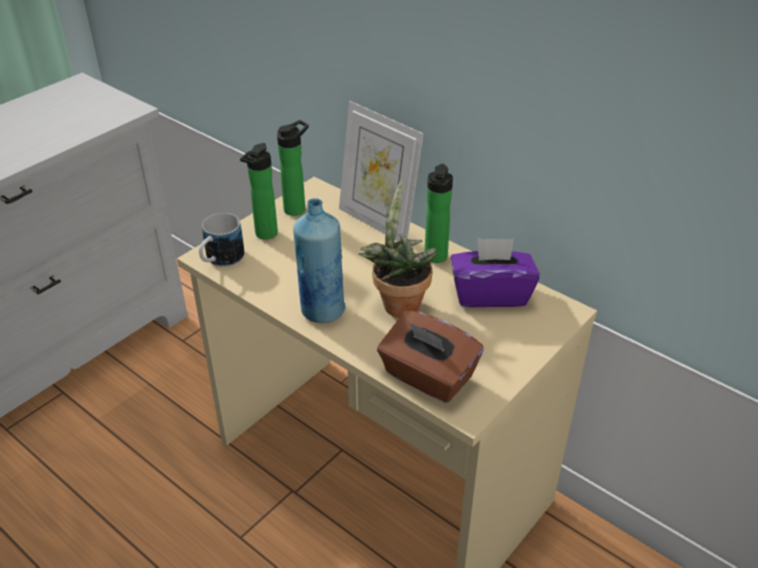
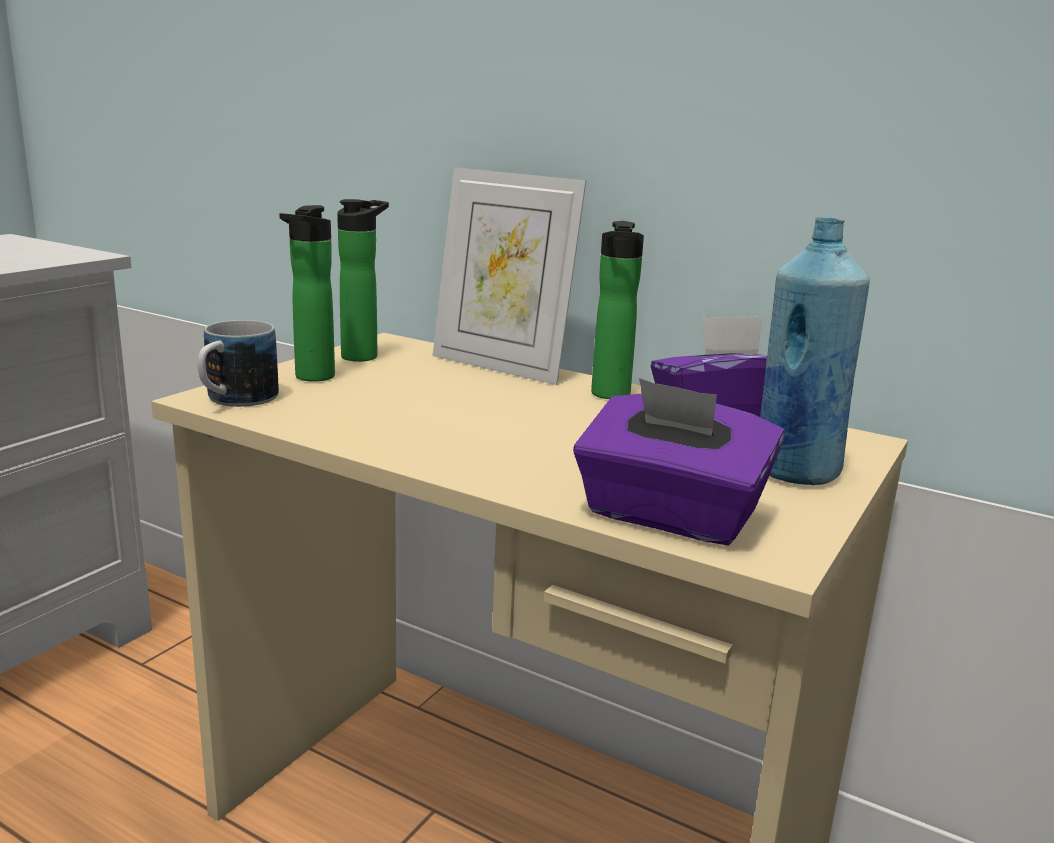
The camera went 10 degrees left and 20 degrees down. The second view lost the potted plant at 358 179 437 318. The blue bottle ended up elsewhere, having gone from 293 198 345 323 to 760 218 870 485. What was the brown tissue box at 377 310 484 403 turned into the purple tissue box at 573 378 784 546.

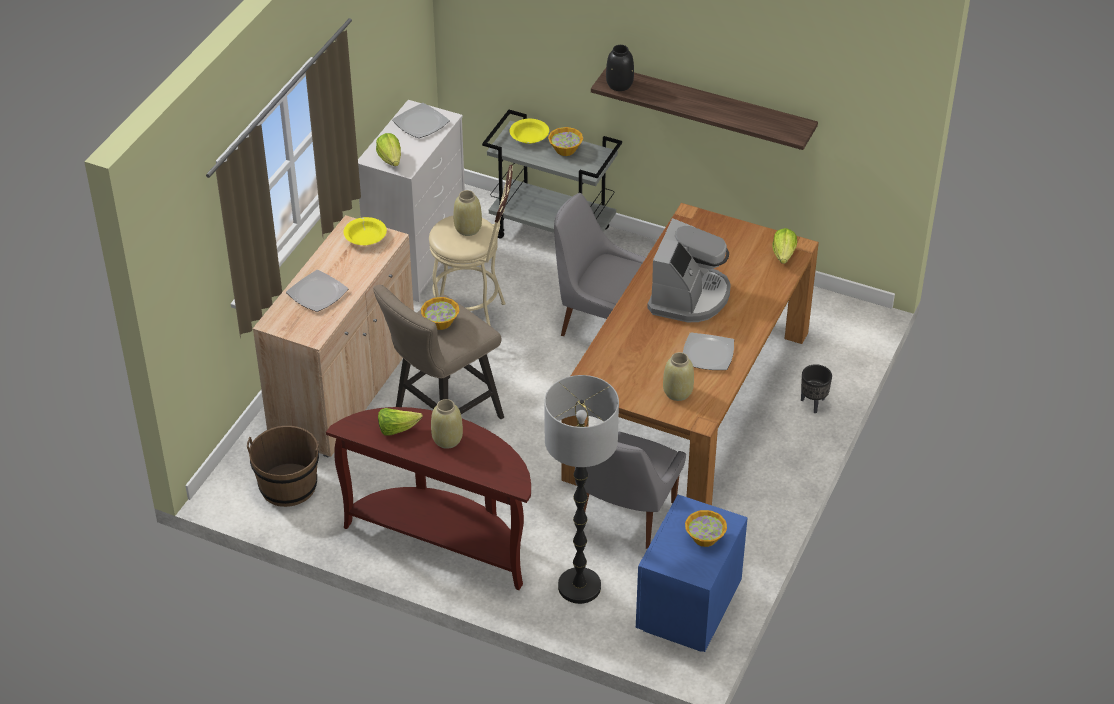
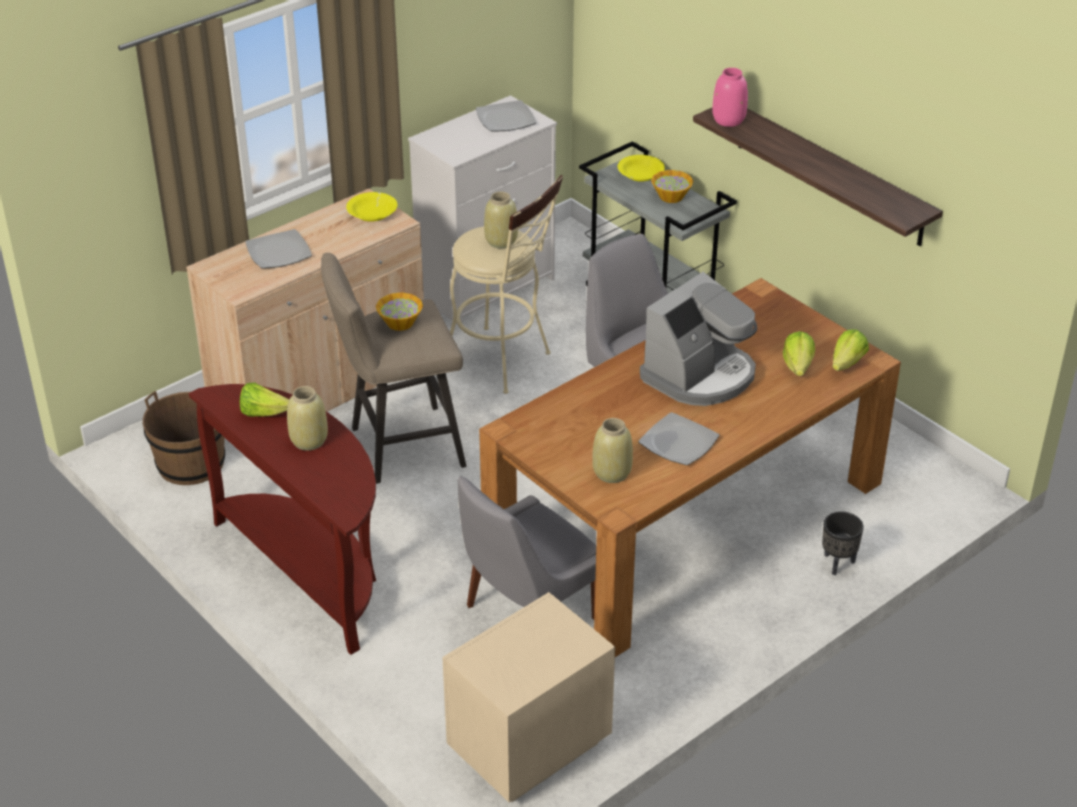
The camera went 25 degrees right and 5 degrees down. The second view lost the floor lamp at 544 375 619 604. The second view lost the bowl at 685 510 727 547. The lettuce ended up elsewhere, having gone from 376 133 401 166 to 783 331 815 376. What was the black vase at 606 45 634 91 turned into the pink vase at 712 68 748 127. What was the blue nightstand at 636 495 747 652 turned into the beige nightstand at 442 592 615 803.

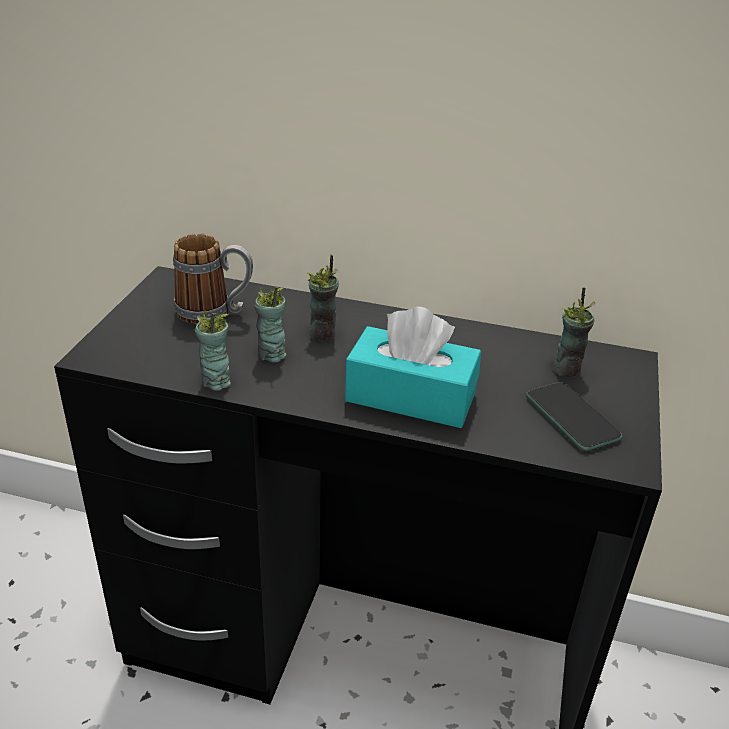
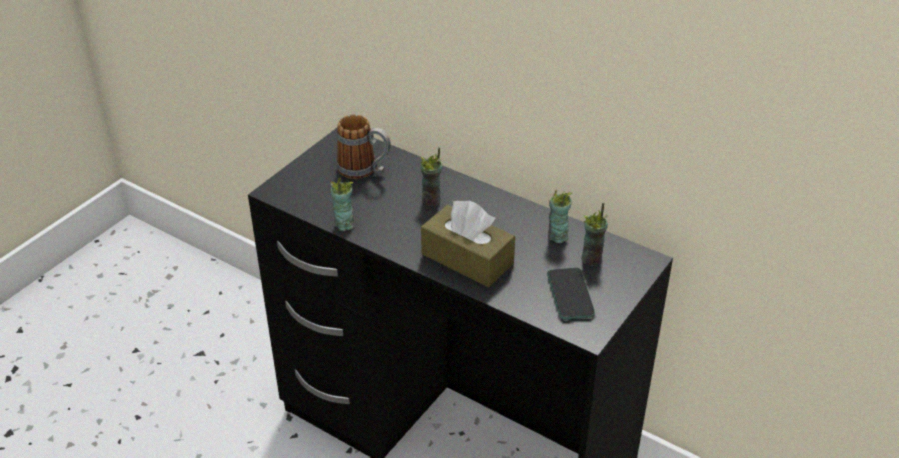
The camera went 20 degrees right and 5 degrees up. The cup ended up elsewhere, having gone from 254 287 287 362 to 548 190 572 243. What was the turquoise tissue box at 345 307 481 428 turned into the brown tissue box at 421 200 515 287.

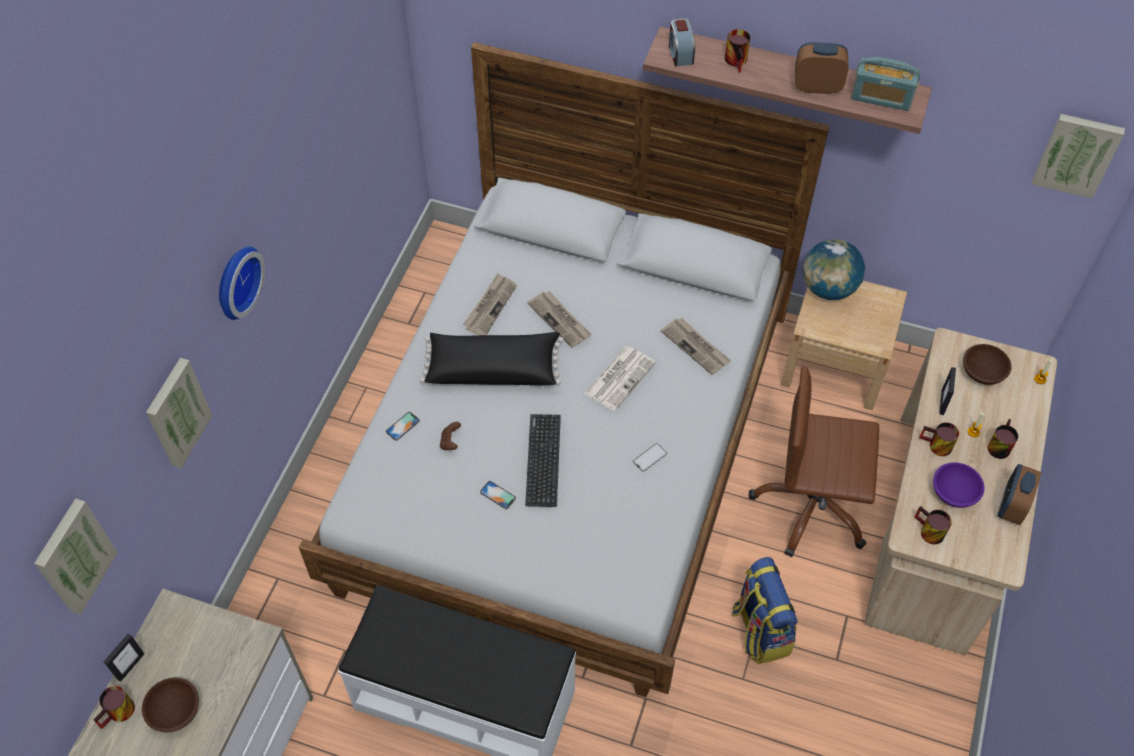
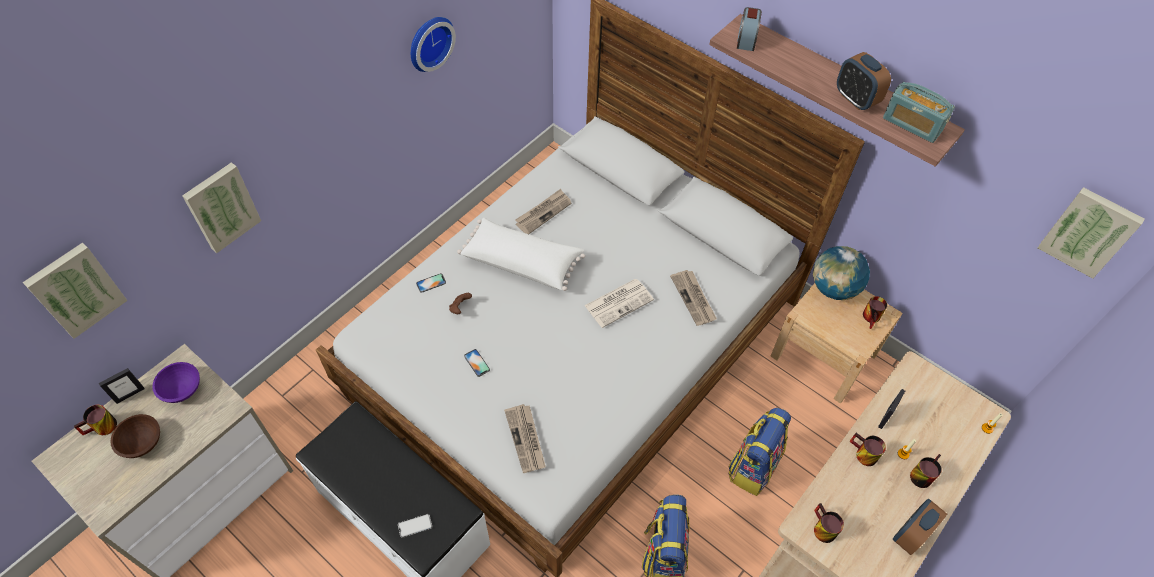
The camera went 20 degrees right and 0 degrees up. The second view lost the keyboard at 525 414 561 507. The second view lost the brown bowl at 963 344 1012 385. The wall clock ended up elsewhere, having gone from 219 246 265 320 to 411 17 456 72. The newspaper ended up elsewhere, having gone from 527 291 592 348 to 504 404 546 473. The phone ended up elsewhere, having gone from 633 443 667 472 to 398 514 432 538. The mug ended up elsewhere, having gone from 725 29 750 72 to 863 296 887 329. The purple bowl ended up elsewhere, having gone from 933 462 984 508 to 152 362 200 403. Where the brown office chair stood at 748 366 879 557, the backpack came to stand at 729 408 791 496. What was the black pillow at 420 332 564 385 turned into the white pillow at 457 217 585 291. The alarm clock at 795 42 849 94 ended up facing another way, 150 degrees counterclockwise from before.

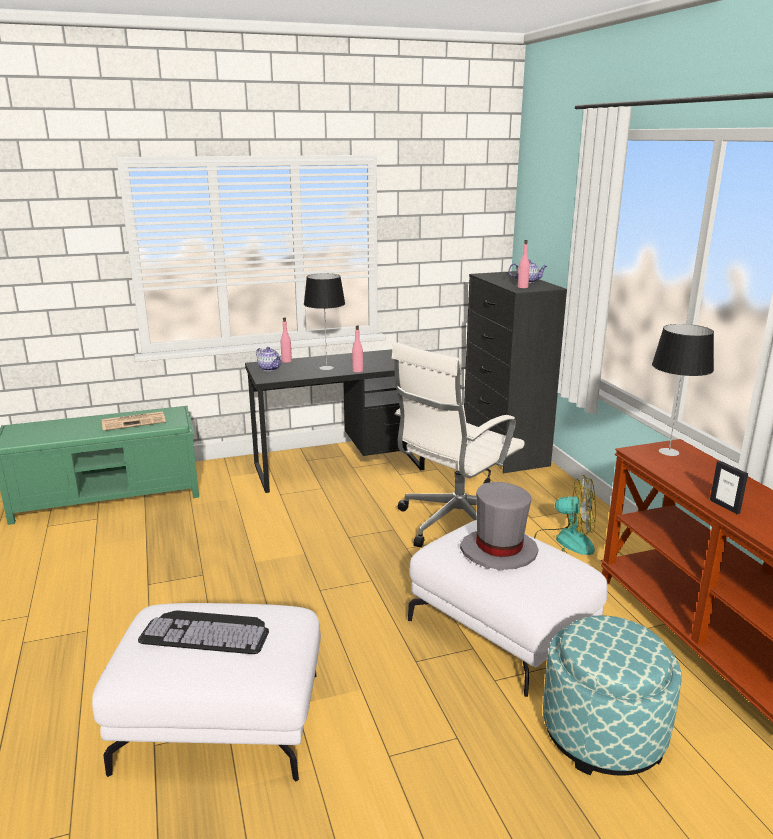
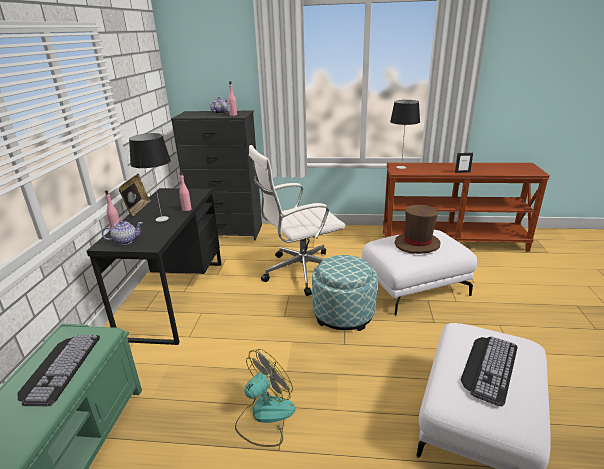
The camera went 65 degrees left and 5 degrees up. The second view gained the picture frame at 119 174 151 216. The fan ended up elsewhere, having gone from 534 475 596 555 to 235 349 295 447. The ottoman ended up elsewhere, having gone from 543 615 682 776 to 312 255 377 331. Where the newspaper stood at 102 411 166 431, the keyboard came to stand at 18 335 100 406. What was the grey hat at 460 482 538 570 turned into the brown hat at 395 205 440 254. The white office chair at 392 342 525 547 ended up facing another way, 90 degrees clockwise from before.

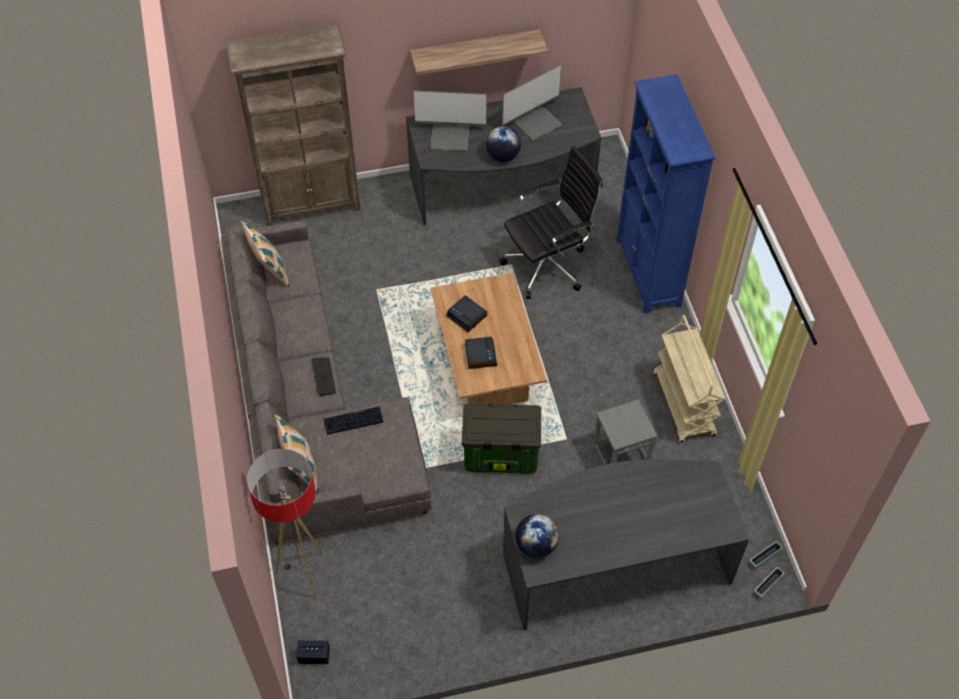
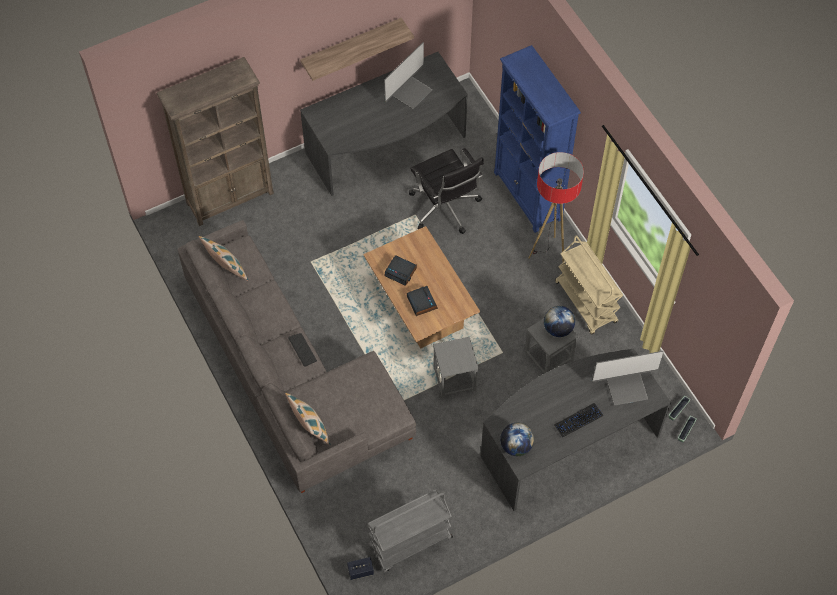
The camera went 15 degrees left and 5 degrees up. The second view gained the grey cart at 368 490 453 573. The floor lamp ended up elsewhere, having gone from 247 449 323 599 to 529 152 584 262. The keyboard ended up elsewhere, having gone from 324 407 383 435 to 554 403 603 438. The monitor ended up elsewhere, having gone from 413 90 487 151 to 592 351 664 406. The globe ended up elsewhere, having gone from 486 126 521 162 to 544 306 575 337. Where the storage box stood at 462 404 541 474, the grey stool came to stand at 433 337 479 398. The black office chair at 499 146 602 299 ended up facing another way, 105 degrees clockwise from before.

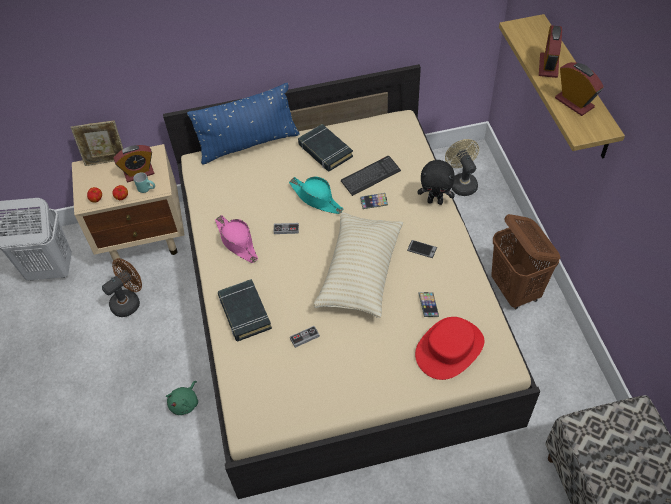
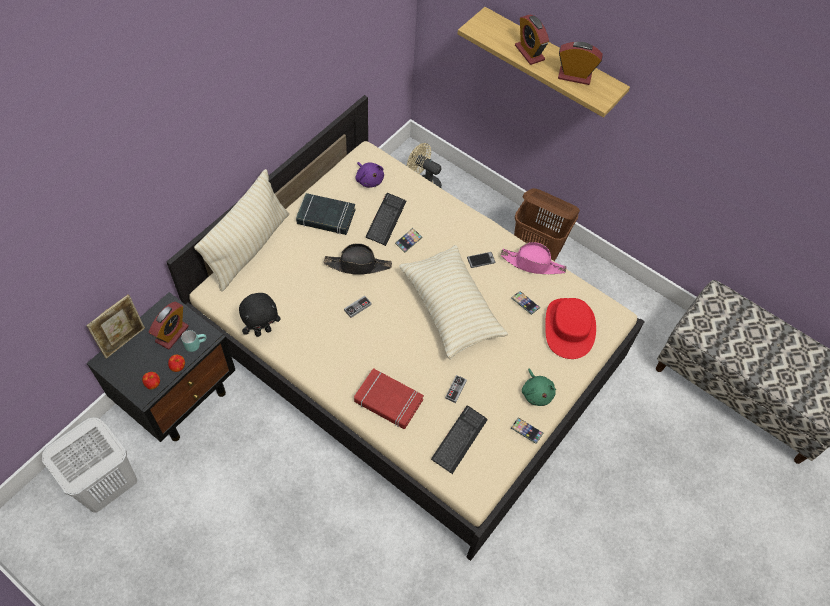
The camera went 45 degrees left and 5 degrees up. The second view lost the brown fan at 102 258 142 317. The second view gained the purple plush toy at 356 162 384 188. The second view gained the keyboard at 431 405 488 474. The second view gained the phone at 511 418 543 444. The green plush toy ended up elsewhere, having gone from 166 381 198 415 to 522 368 556 406. The pink hat ended up elsewhere, having gone from 215 215 258 263 to 501 242 566 274. The black plush toy ended up elsewhere, having gone from 418 160 455 205 to 239 293 281 337. What was the beige nightstand at 72 144 185 267 turned into the black nightstand at 87 292 235 442. What was the blue pillow at 187 83 300 165 turned into the beige pillow at 194 169 289 291. What was the black book at 218 279 272 341 turned into the red book at 354 368 424 429. What was the turquoise hat at 289 176 343 214 turned into the black hat at 324 243 392 275.

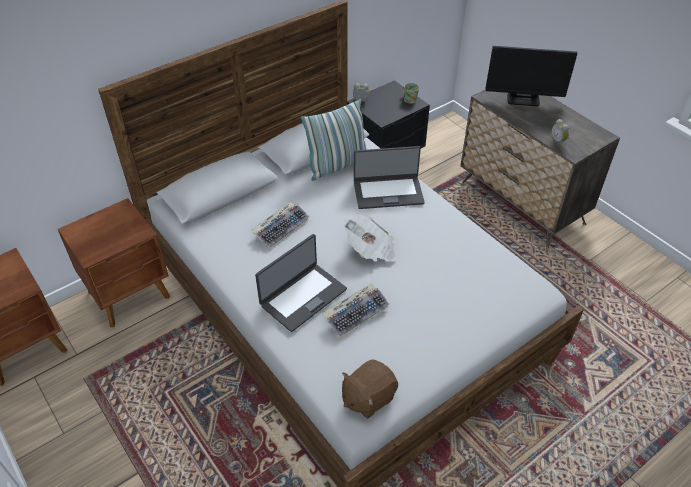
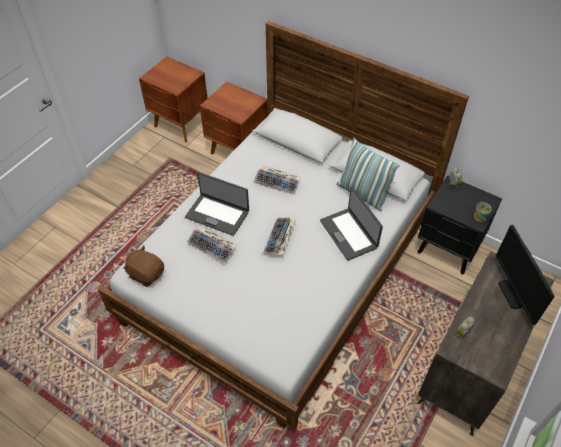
The camera went 70 degrees right and 5 degrees up. Where the newspaper stood at 344 215 396 262, the keyboard came to stand at 263 217 296 255.

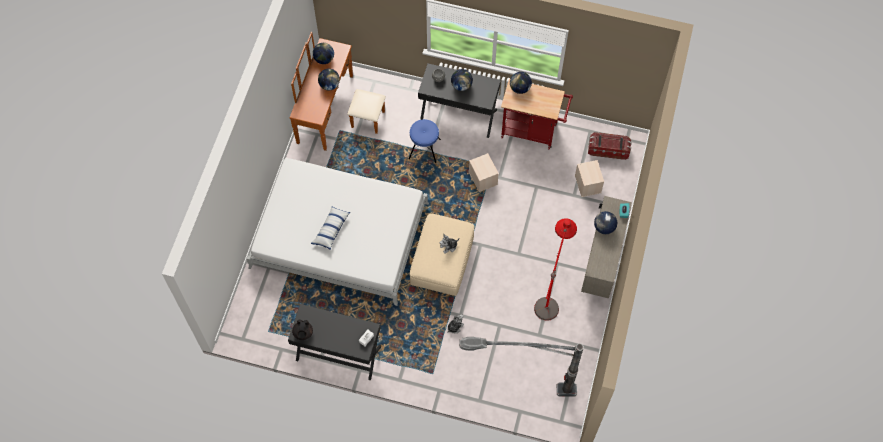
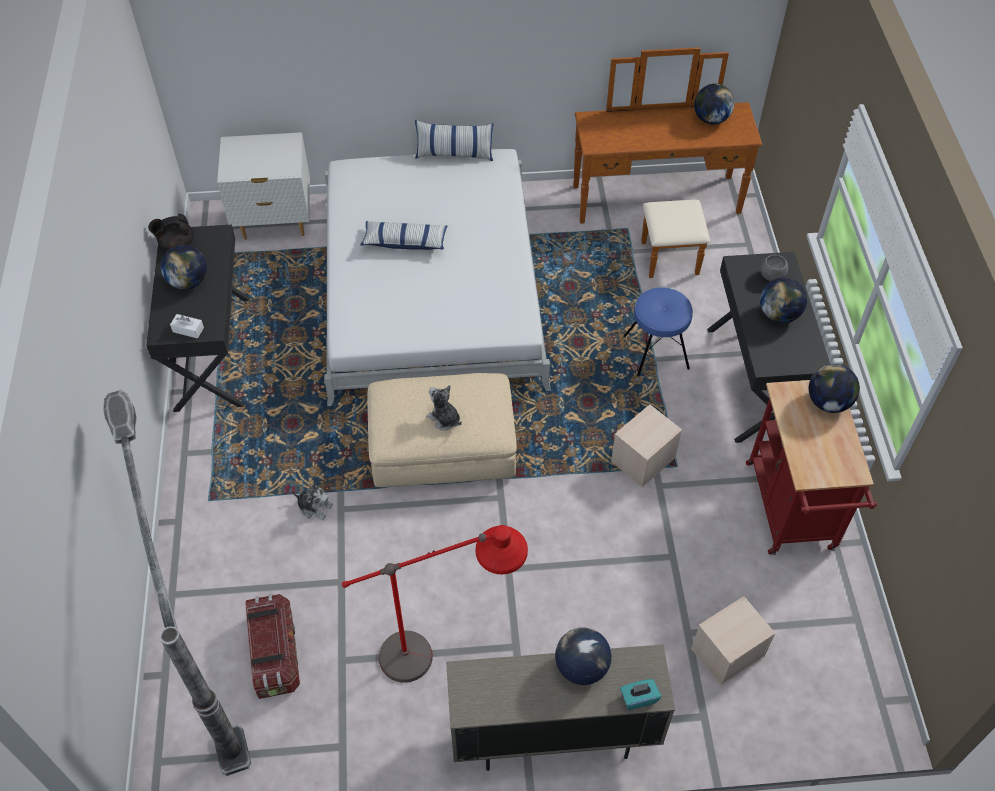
The camera went 70 degrees right and 10 degrees down. The second view gained the white nightstand at 217 132 310 240. The second view gained the pillow at 415 120 493 161. The globe ended up elsewhere, having gone from 318 69 340 90 to 161 245 207 290. The storage box ended up elsewhere, having gone from 588 132 632 160 to 245 594 300 699.

